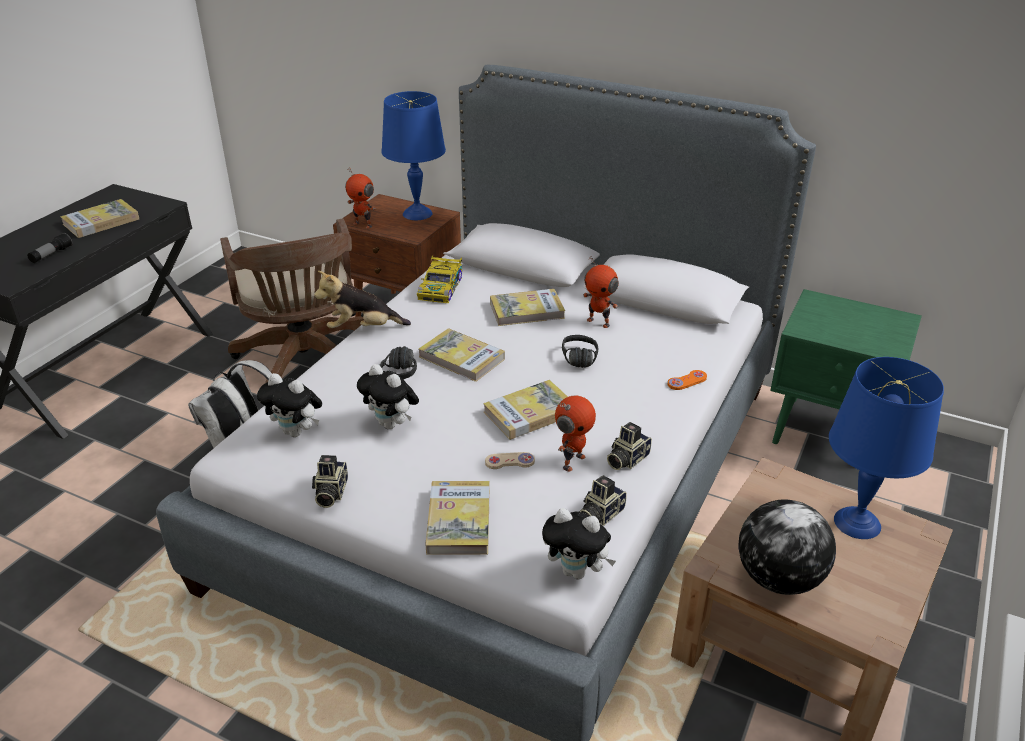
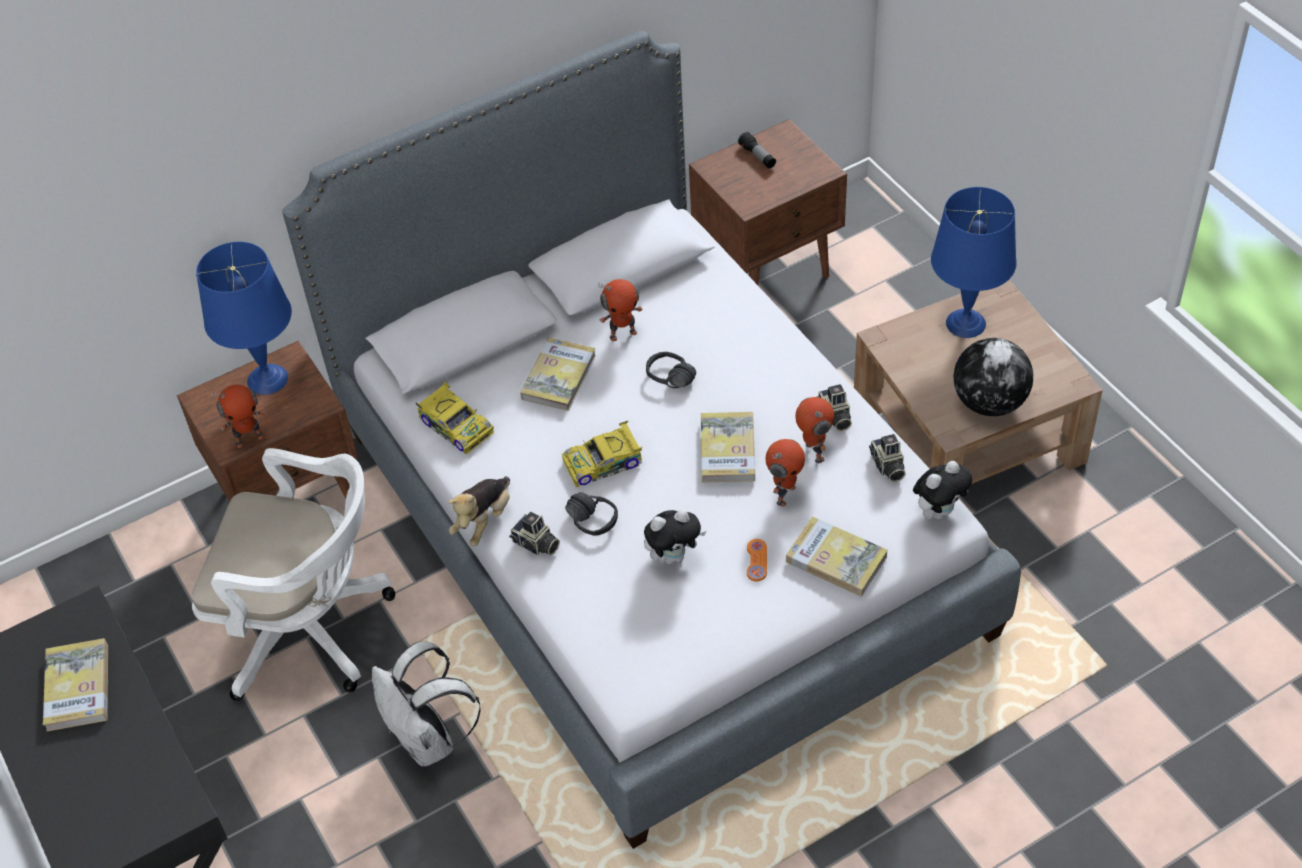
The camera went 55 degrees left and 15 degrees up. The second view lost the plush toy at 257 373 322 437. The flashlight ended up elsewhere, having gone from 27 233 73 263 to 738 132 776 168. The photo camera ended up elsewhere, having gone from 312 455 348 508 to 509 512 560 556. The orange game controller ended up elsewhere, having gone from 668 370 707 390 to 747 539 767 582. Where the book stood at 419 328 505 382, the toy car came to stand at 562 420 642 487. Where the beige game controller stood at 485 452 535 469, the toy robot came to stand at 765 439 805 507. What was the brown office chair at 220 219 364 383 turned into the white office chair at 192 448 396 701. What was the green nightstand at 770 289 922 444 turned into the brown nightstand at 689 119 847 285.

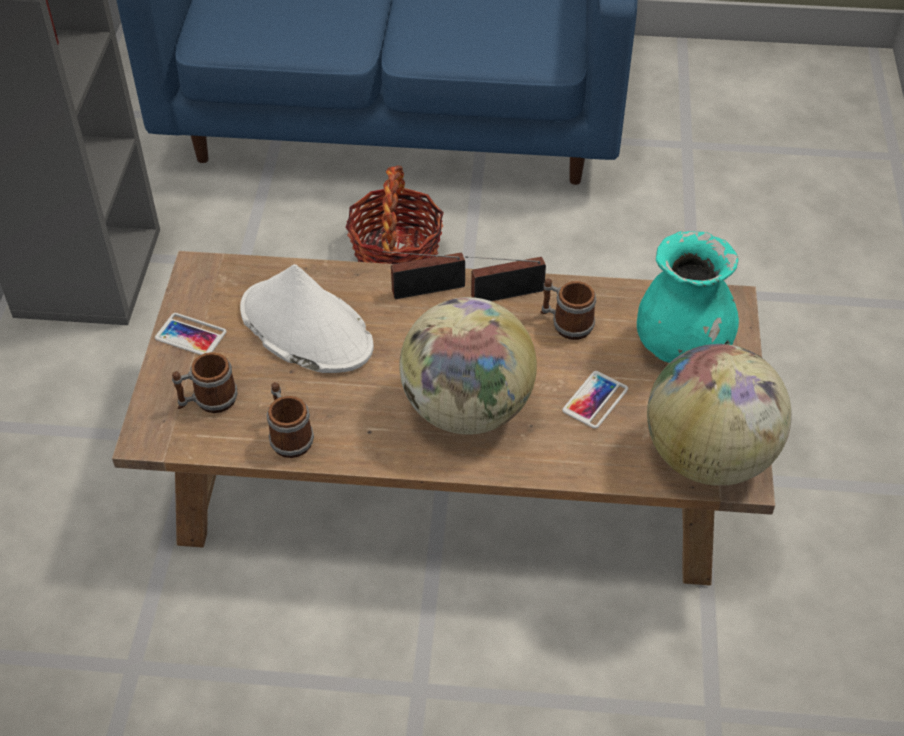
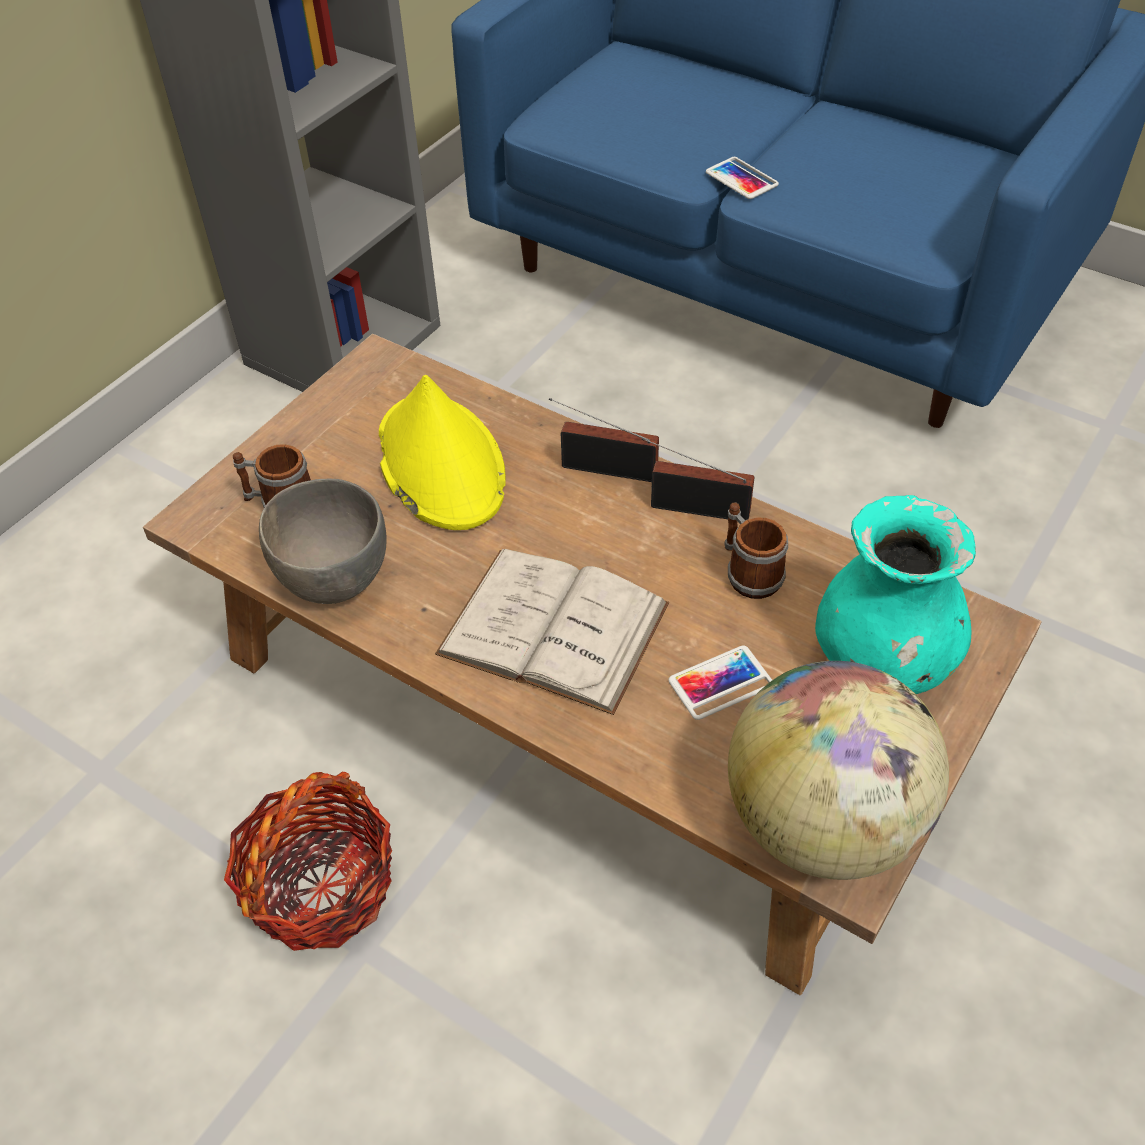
The camera went 30 degrees right and 0 degrees up. The phone ended up elsewhere, having gone from 155 313 227 355 to 706 157 779 199. The basket ended up elsewhere, having gone from 345 166 444 264 to 224 772 392 951. Where the mug stood at 267 382 314 458, the grey bowl came to stand at 259 478 387 604. Where the globe stood at 399 297 537 435, the white book came to stand at 435 549 669 715. What was the white hat at 240 264 374 373 turned into the yellow hat at 379 375 506 530.

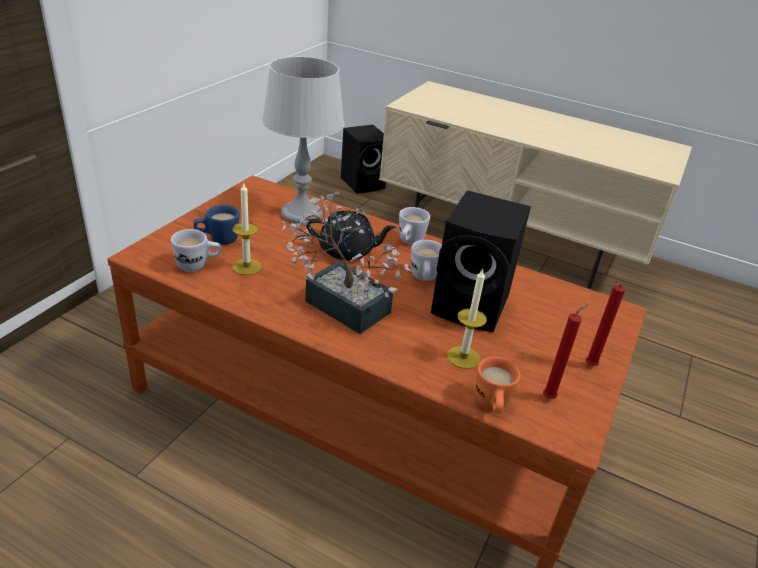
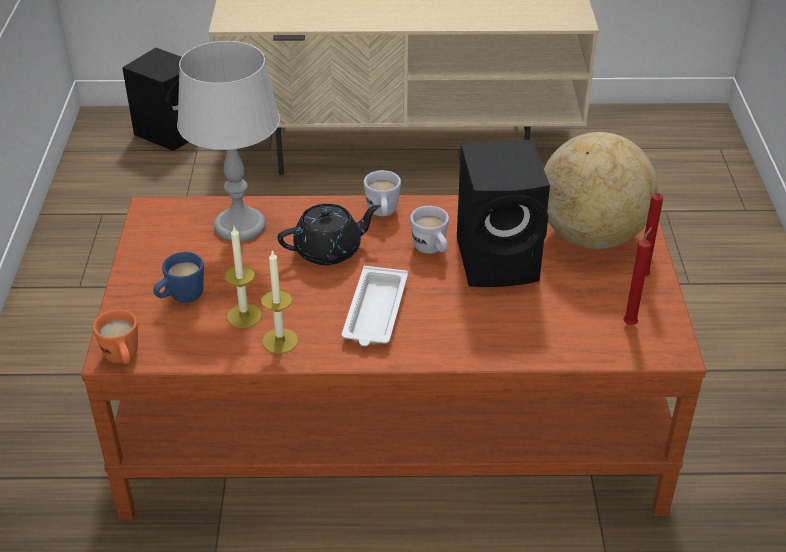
The camera went 25 degrees left and 5 degrees up. The second view lost the white mug at 171 229 222 272. The second view gained the globe at 544 132 658 249. The candle ended up elsewhere, having gone from 447 268 487 369 to 261 250 298 354. The orange mug ended up elsewhere, having gone from 476 357 520 414 to 93 309 138 364. Where the potted plant stood at 282 191 412 334, the white tray came to stand at 342 266 408 346.

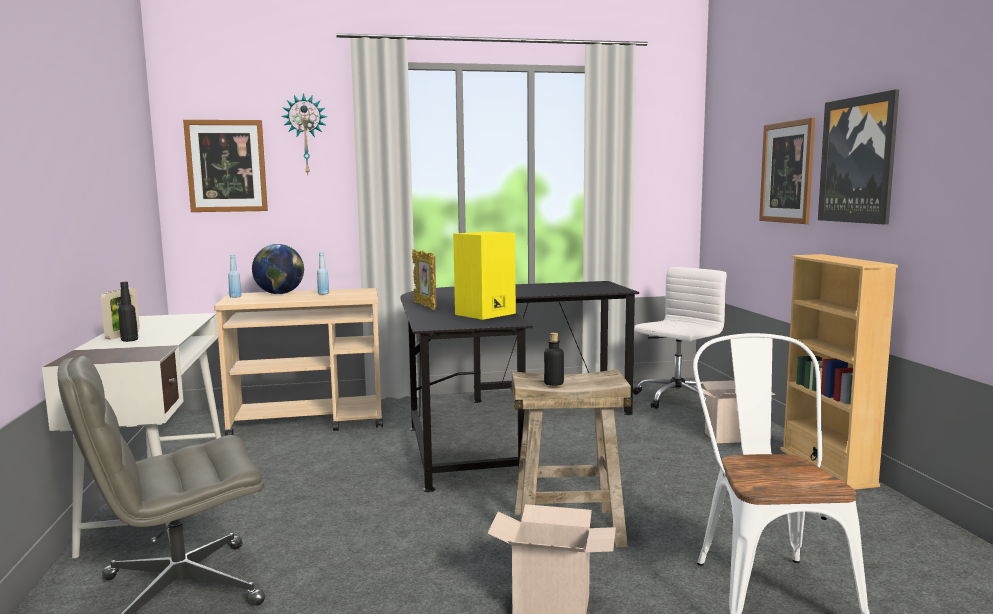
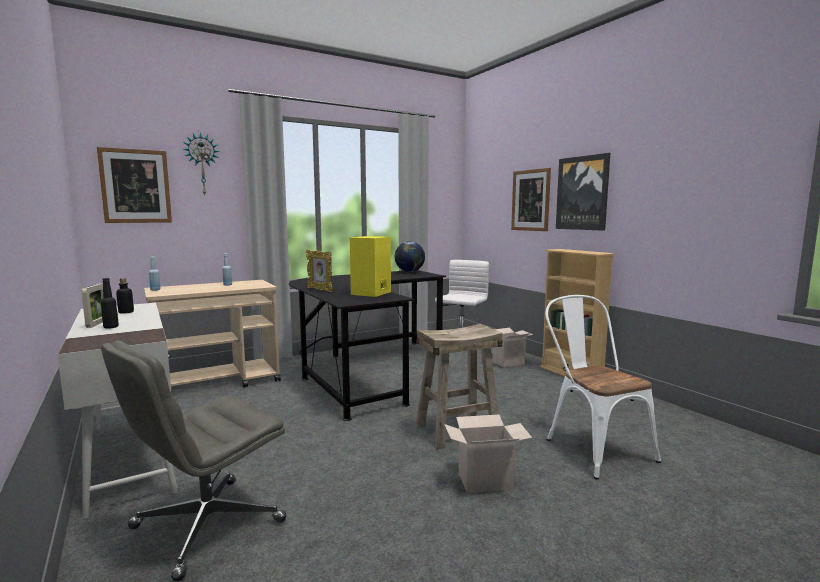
The camera went 20 degrees left and 0 degrees up. The globe ended up elsewhere, having gone from 252 244 304 294 to 395 241 425 272. The bottle ended up elsewhere, having gone from 544 333 564 386 to 116 278 134 314.

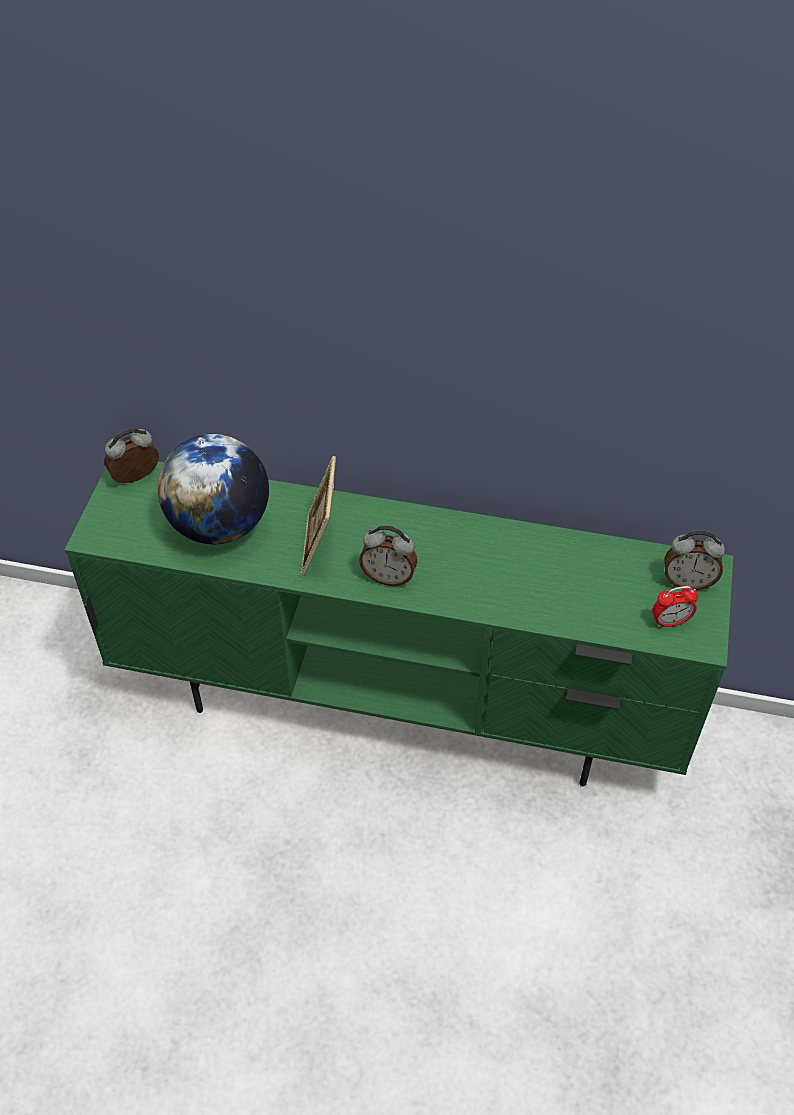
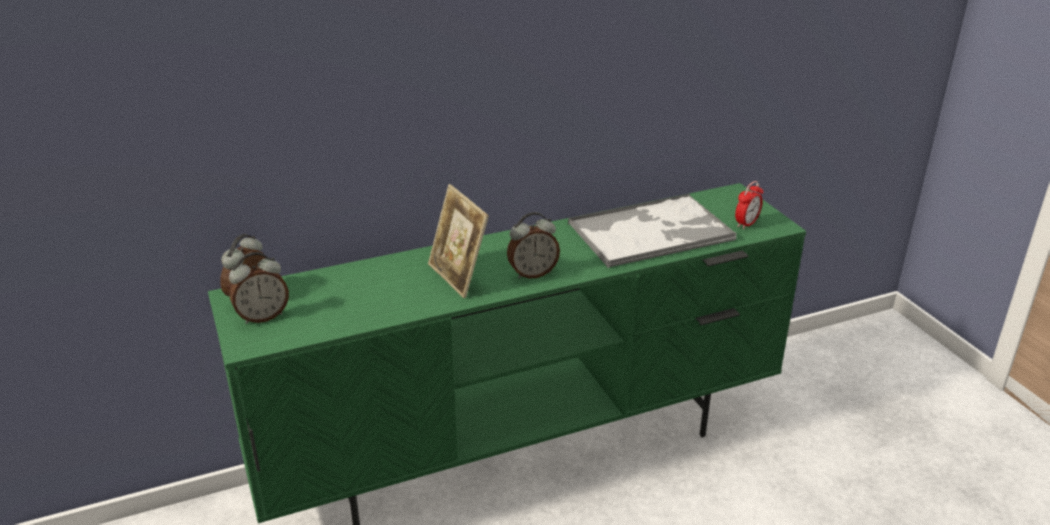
The camera went 35 degrees left and 20 degrees down. The second view lost the globe at 158 434 269 544. The second view gained the tray at 568 194 737 268. The alarm clock ended up elsewhere, having gone from 665 530 725 590 to 229 252 289 324.

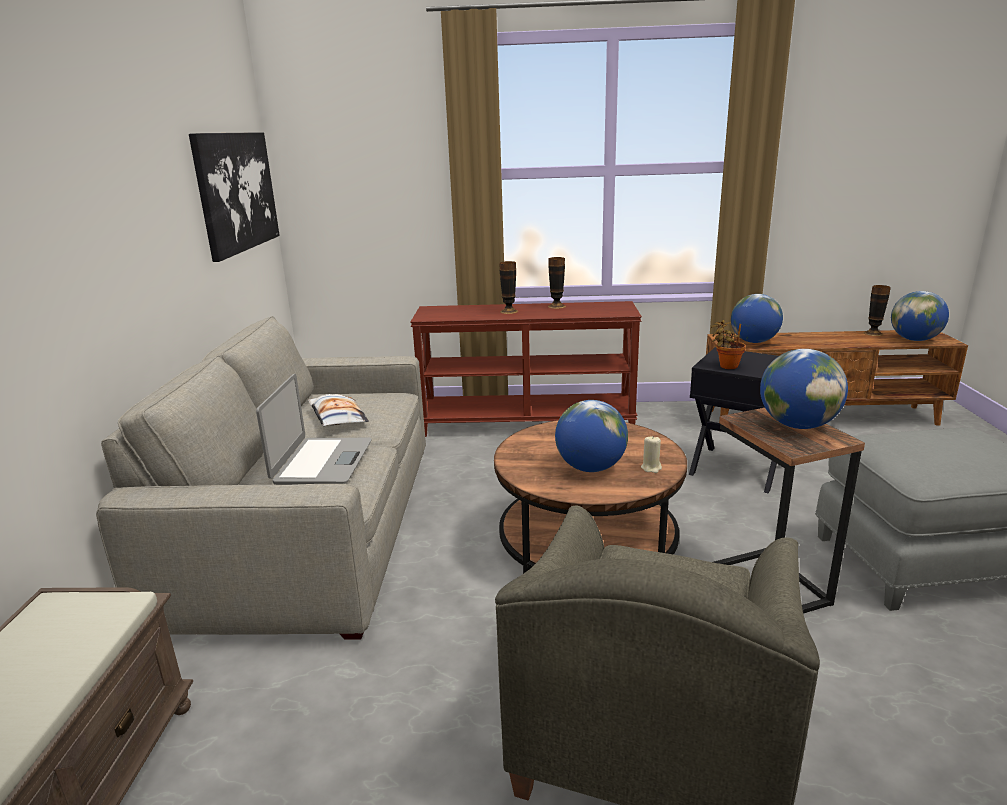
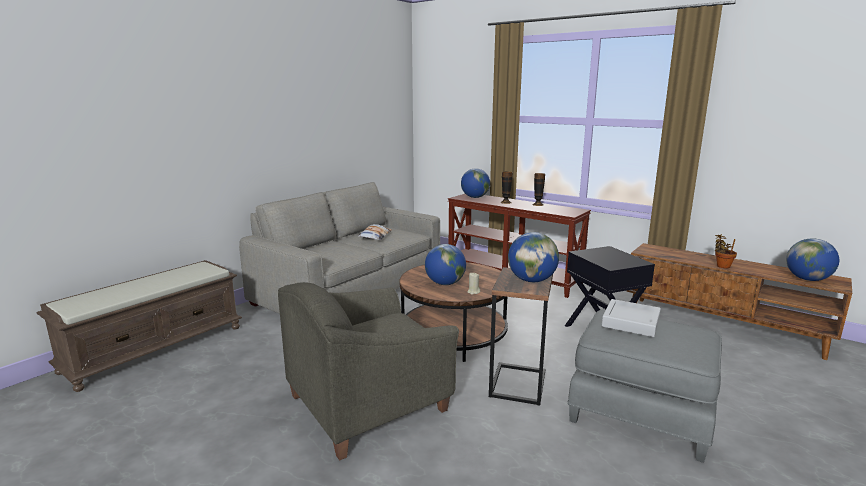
The camera went 35 degrees right and 5 degrees down. The second view lost the picture at 189 132 280 262. The second view lost the laptop at 256 374 372 485. The second view lost the vase at 863 285 891 336. The second view gained the grey tray at 602 299 661 337. The potted plant ended up elsewhere, having gone from 711 320 746 369 to 715 234 737 268. The globe ended up elsewhere, having gone from 731 294 783 343 to 461 168 490 198.

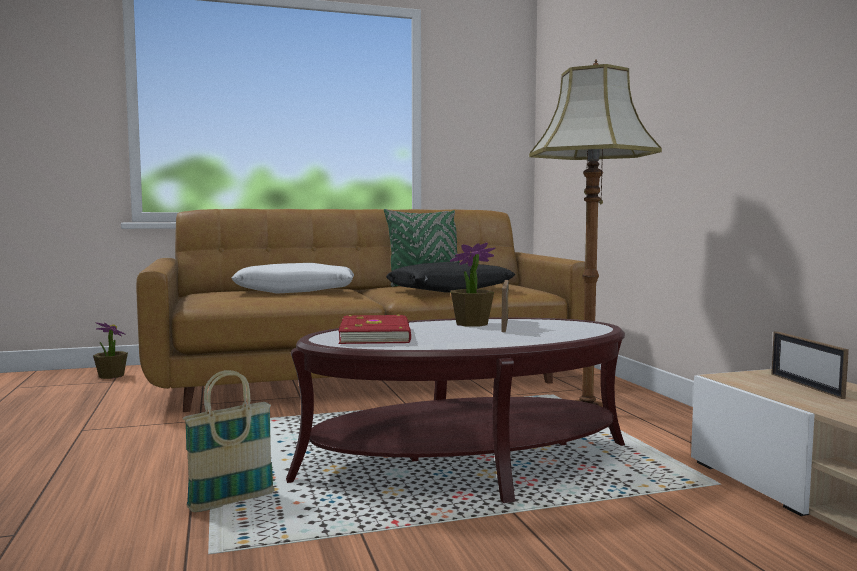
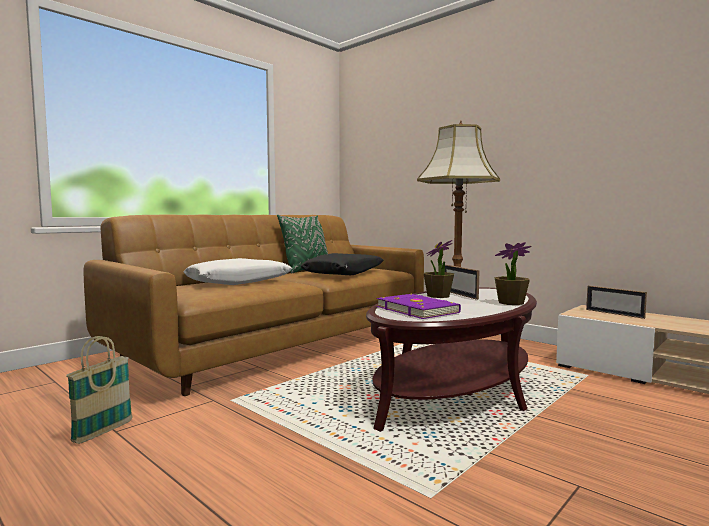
The camera went 30 degrees left and 0 degrees up. The potted plant ended up elsewhere, having gone from 93 322 128 379 to 494 242 532 305. The basket ended up elsewhere, having gone from 183 370 275 512 to 66 336 133 444. What was the red book at 338 314 411 344 turned into the purple book at 377 294 461 319.

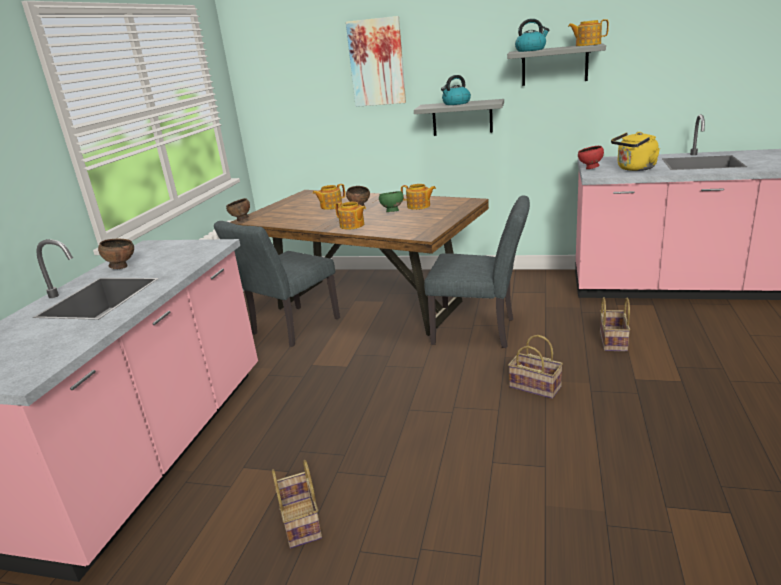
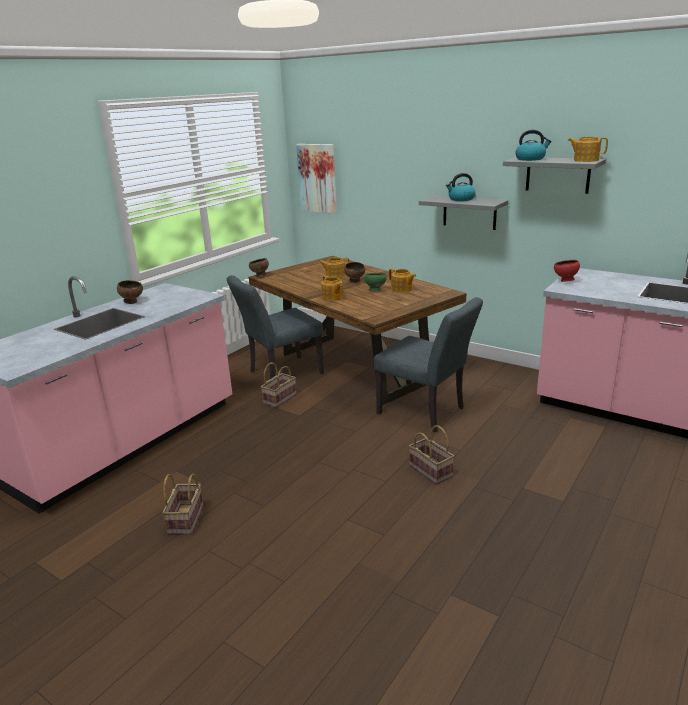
The camera went 20 degrees right and 0 degrees up. The second view lost the yellow kettle at 611 132 660 171. The picture ended up elsewhere, having gone from 346 16 406 107 to 296 144 337 214. The basket ended up elsewhere, having gone from 600 297 630 352 to 261 362 297 408.

